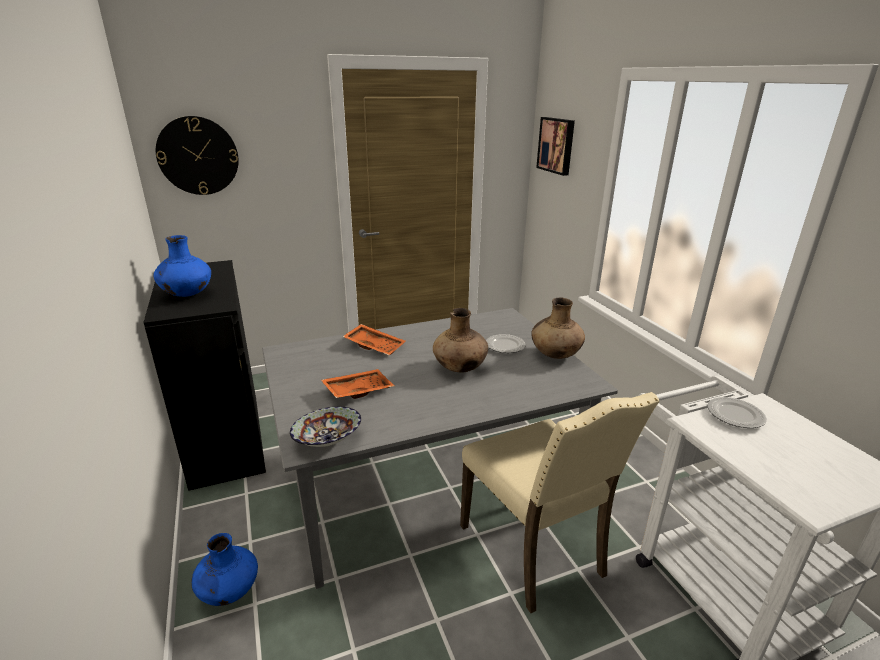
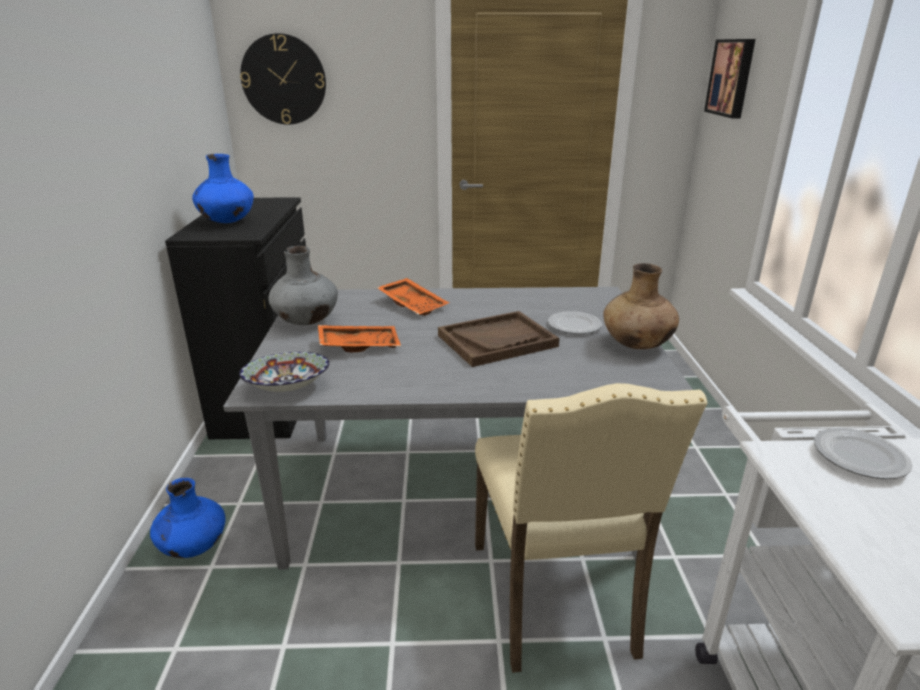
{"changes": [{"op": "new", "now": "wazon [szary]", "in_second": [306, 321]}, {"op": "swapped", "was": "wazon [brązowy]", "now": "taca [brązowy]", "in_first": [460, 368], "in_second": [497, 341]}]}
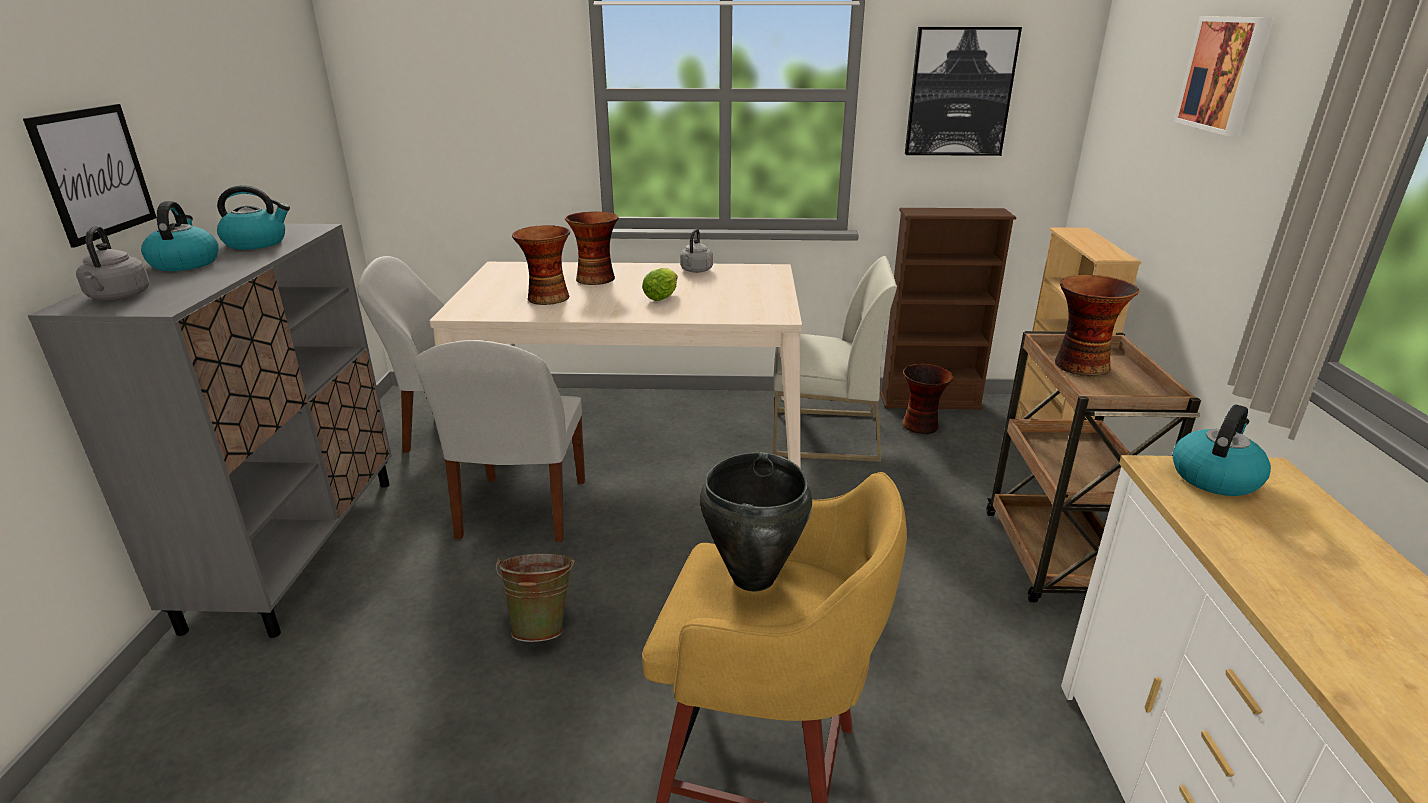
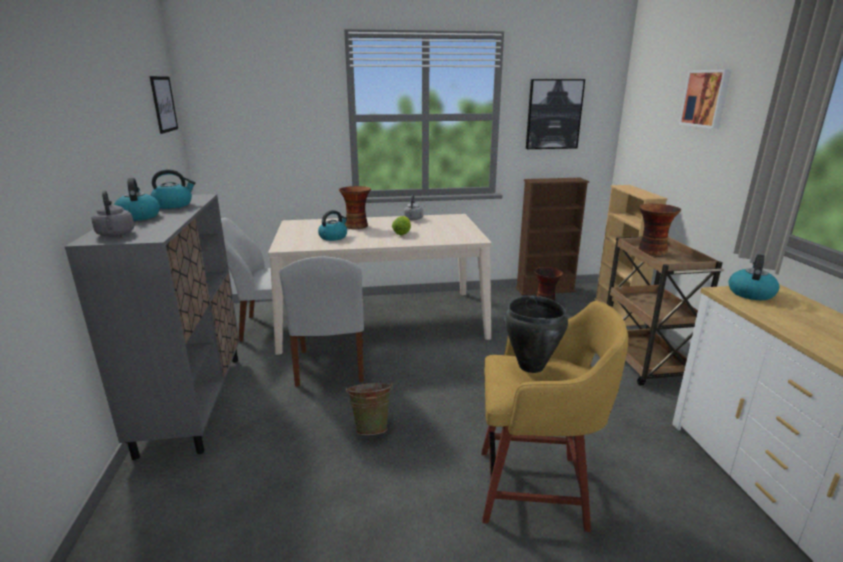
{"changes": [{"op": "gone", "was": "krzesło [biały]", "in_first": [824, 435]}, {"op": "shifted", "was": "obraz", "in_first": [94, 173], "in_second": [163, 104]}, {"op": "swapped", "was": "wazon", "now": "czajnik", "in_first": [547, 298], "in_second": [333, 237]}]}
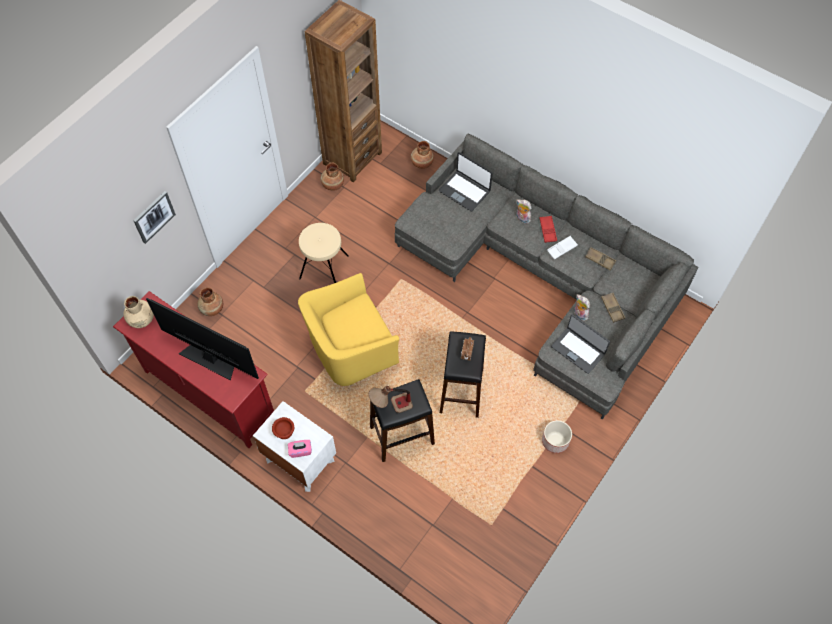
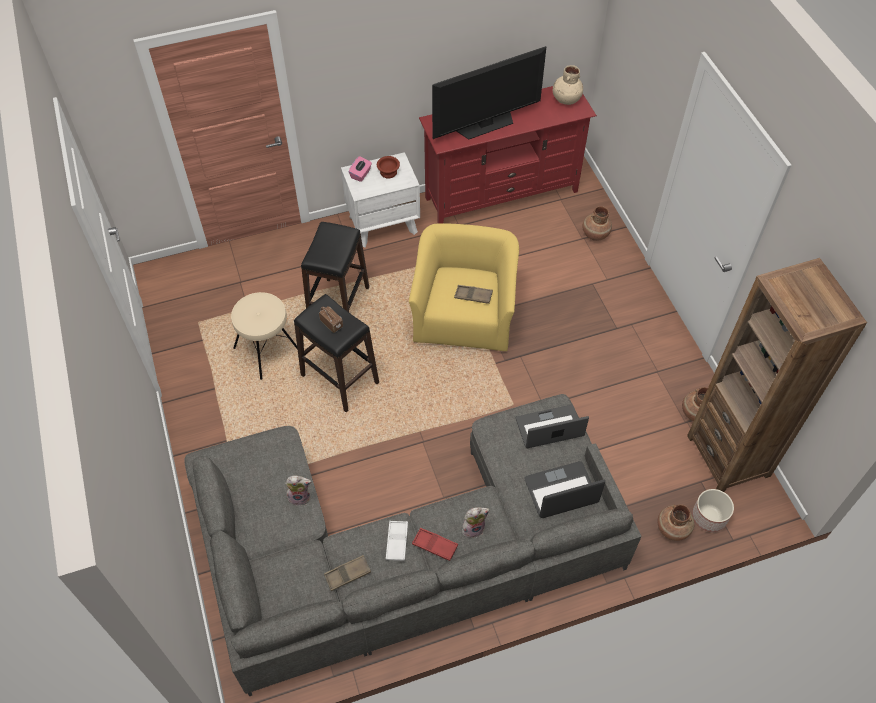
{"changes": [{"op": "gone", "was": "obraz", "in_first": [153, 216]}, {"op": "gone", "was": "lampa stołowa", "in_first": [391, 407]}, {"op": "shifted", "was": "stołek [beżowy]", "in_first": [323, 267], "in_second": [268, 350]}, {"op": "shifted", "was": "donica", "in_first": [555, 440], "in_second": [709, 517]}, {"op": "shifted", "was": "laptop", "in_first": [578, 350], "in_second": [549, 428]}, {"op": "shifted", "was": "taca [brązowy]", "in_first": [612, 308], "in_second": [473, 296]}]}
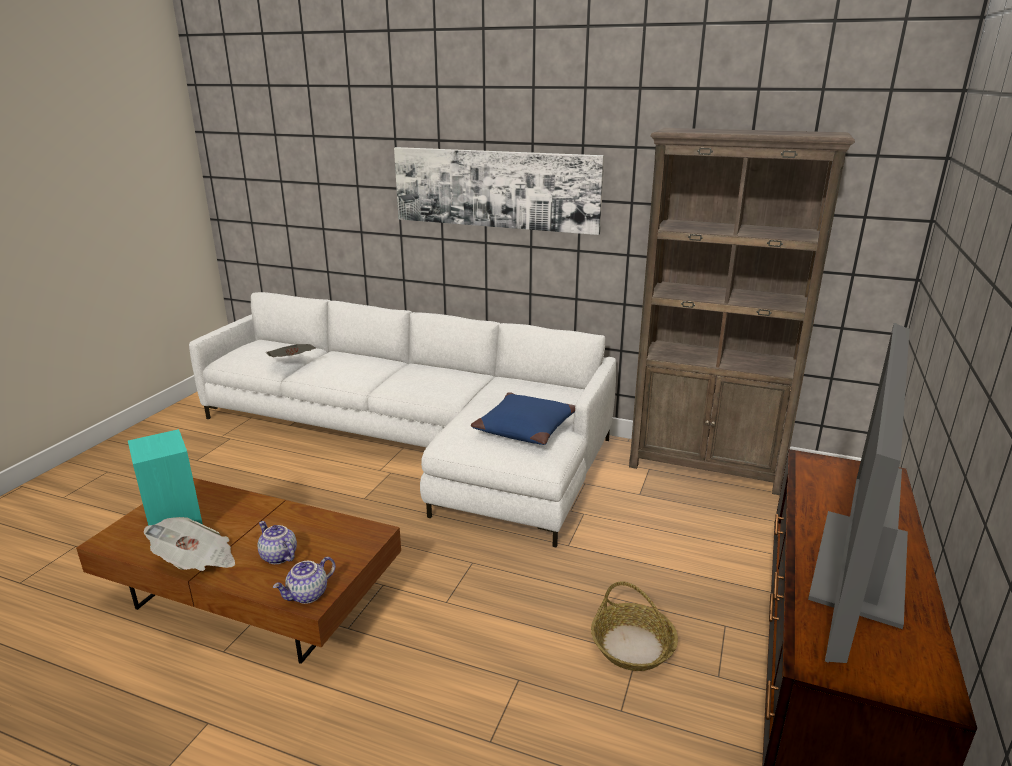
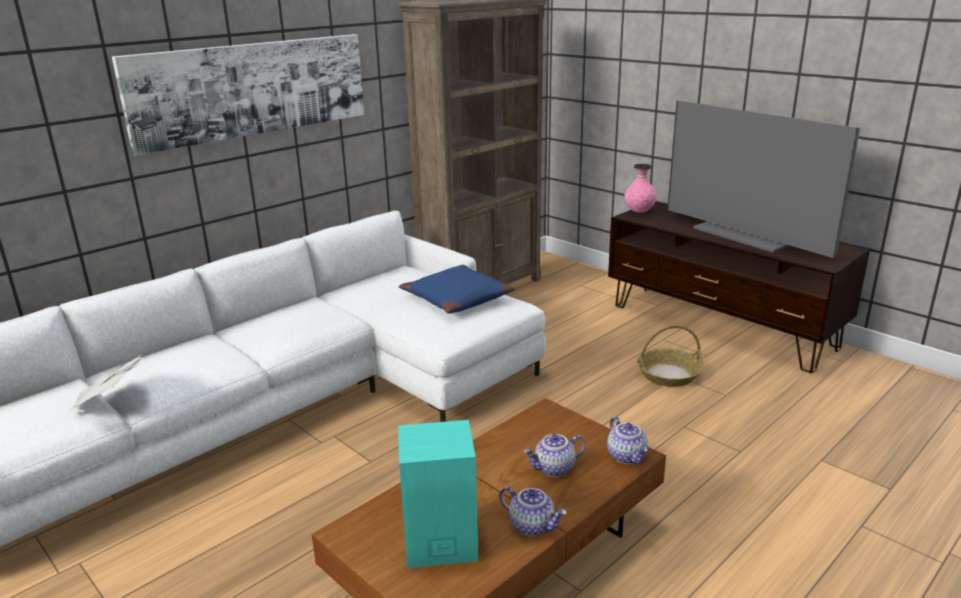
{"changes": [{"op": "new", "now": "wazon [różowy]", "in_second": [639, 212]}, {"op": "swapped", "was": "gazeta", "now": "imbryk", "in_first": [196, 562], "in_second": [532, 525]}]}
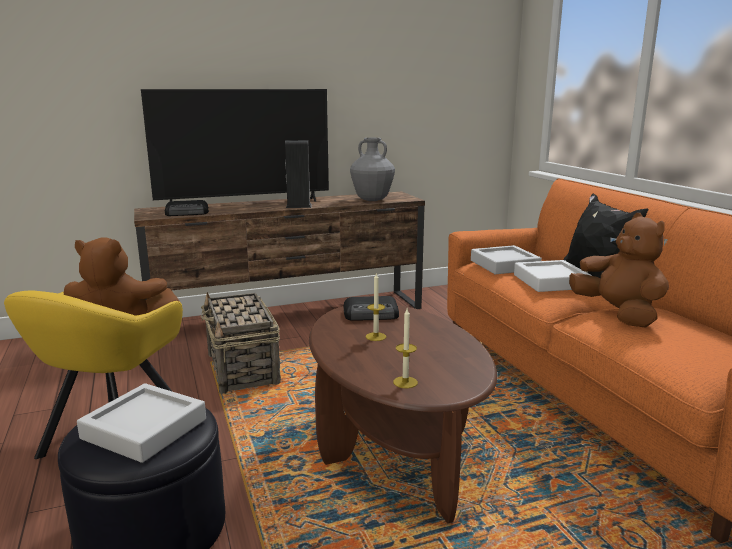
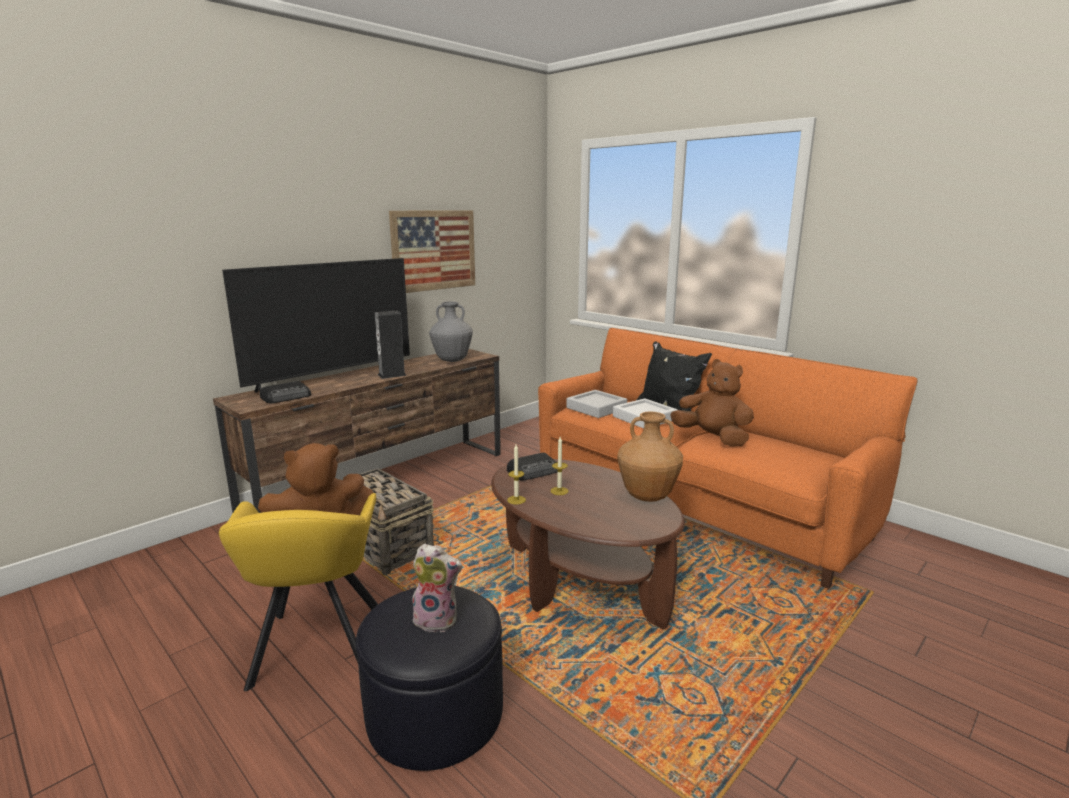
{"changes": [{"op": "new", "now": "obraz", "in_second": [434, 250]}, {"op": "new", "now": "wazon [brązowy]", "in_second": [648, 497]}, {"op": "shifted", "was": "świeca", "in_first": [405, 382], "in_second": [516, 500]}, {"op": "swapped", "was": "taca [szary]", "now": "pluszak", "in_first": [144, 429], "in_second": [437, 619]}]}
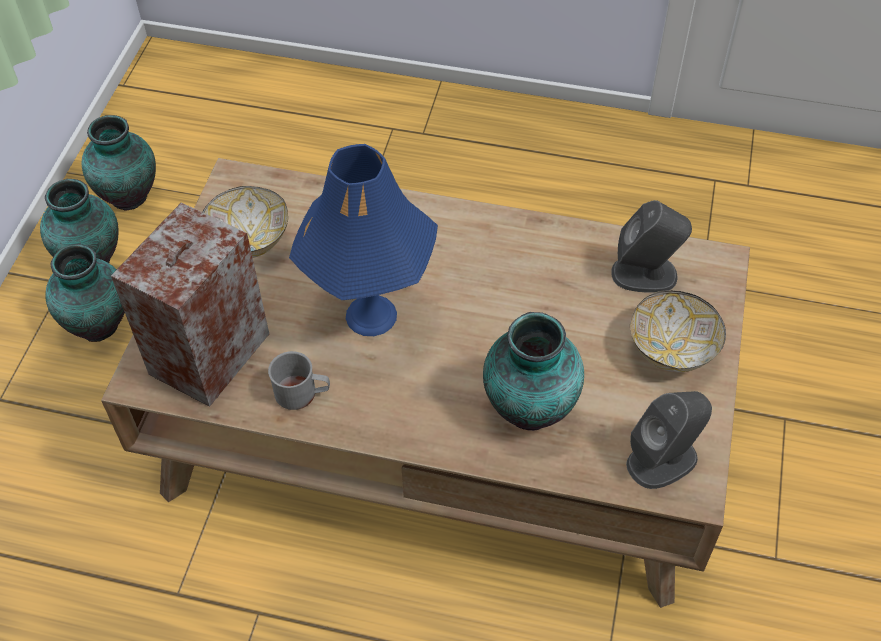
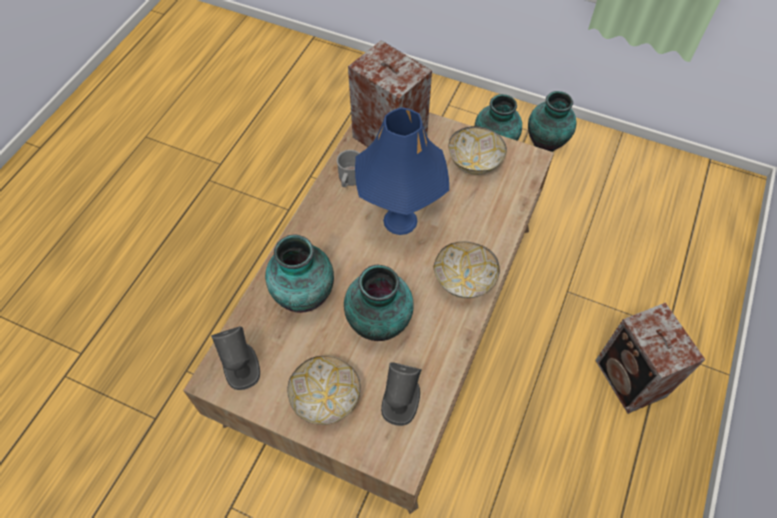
{"changes": [{"op": "new", "now": "miska", "in_second": [465, 281]}, {"op": "new", "now": "głośnik", "in_second": [631, 380]}, {"op": "shifted", "was": "wazon", "in_first": [130, 194], "in_second": [380, 324]}]}
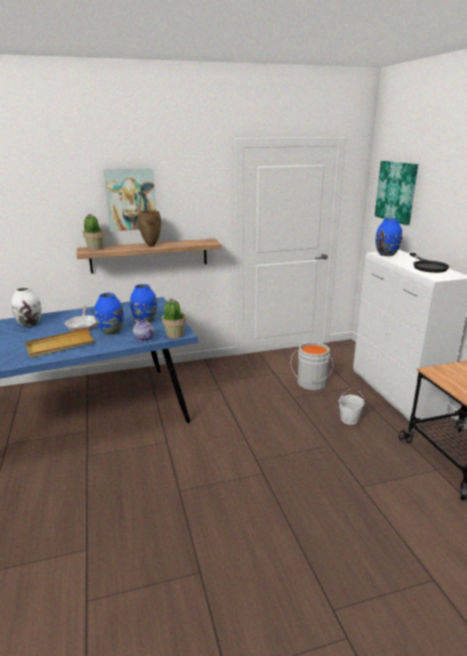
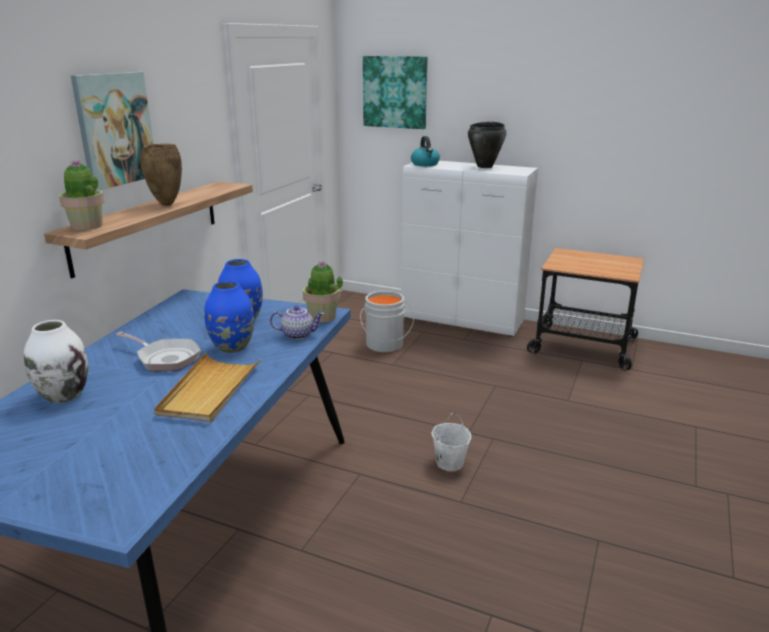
{"changes": [{"op": "shifted", "was": "wiadro [biały]", "in_first": [349, 419], "in_second": [449, 462]}, {"op": "swapped", "was": "wazon [niebieski]", "now": "czajnik", "in_first": [386, 254], "in_second": [425, 164]}, {"op": "swapped", "was": "patelnia [czarny]", "now": "garnek [czarny]", "in_first": [427, 266], "in_second": [485, 166]}]}
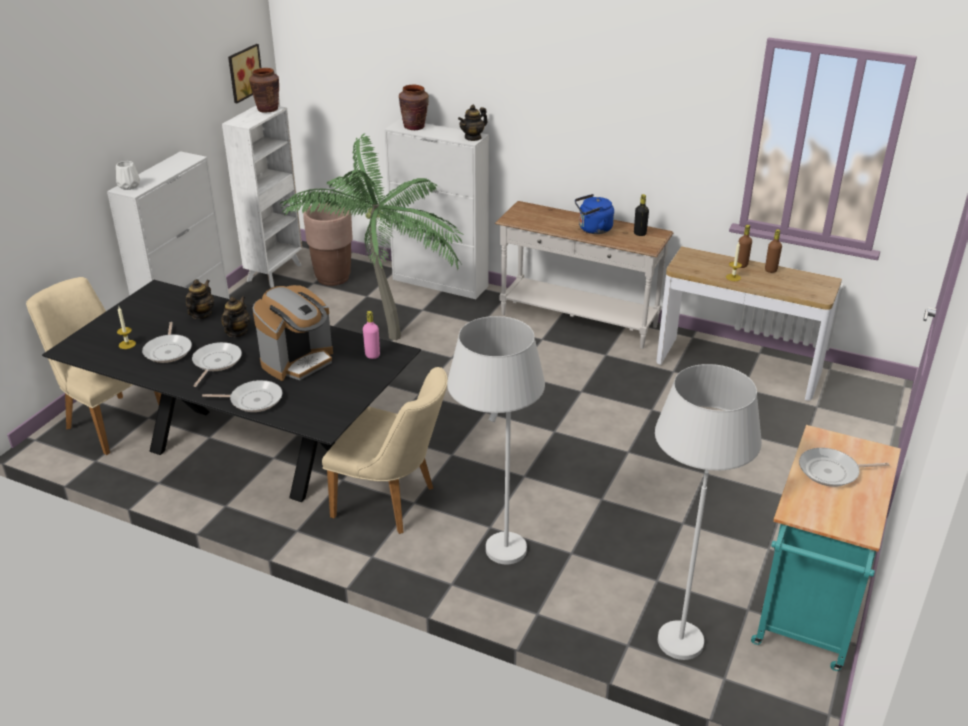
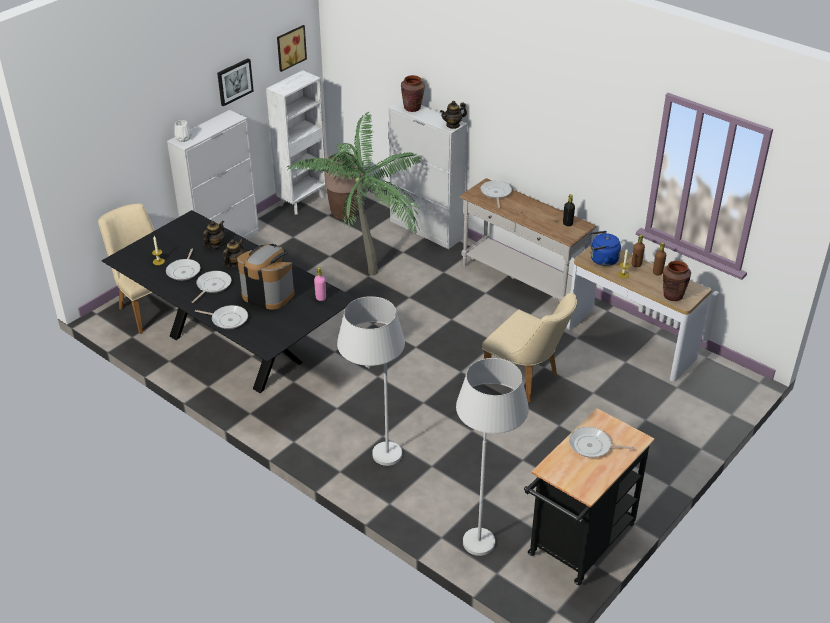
{"changes": [{"op": "new", "now": "obraz", "in_second": [234, 81]}, {"op": "new", "now": "patelnia", "in_second": [495, 193]}, {"op": "shifted", "was": "wazon [brązowy]", "in_first": [267, 109], "in_second": [672, 295]}, {"op": "shifted", "was": "krzesło [beżowy]", "in_first": [393, 503], "in_second": [526, 380]}, {"op": "shifted", "was": "czajnik [niebieski]", "in_first": [593, 229], "in_second": [602, 260]}, {"op": "repainted", "was": "wózek [turkusowy]", "now": "wózek [czarny]", "in_first": [807, 617], "in_second": [578, 545]}, {"op": "rotated", "was": "ekspres do kawy", "in_first": [298, 361], "in_second": [268, 294], "clockwise": -120}]}
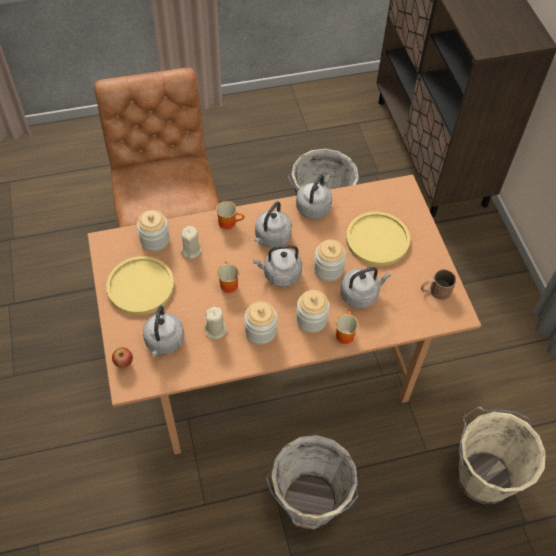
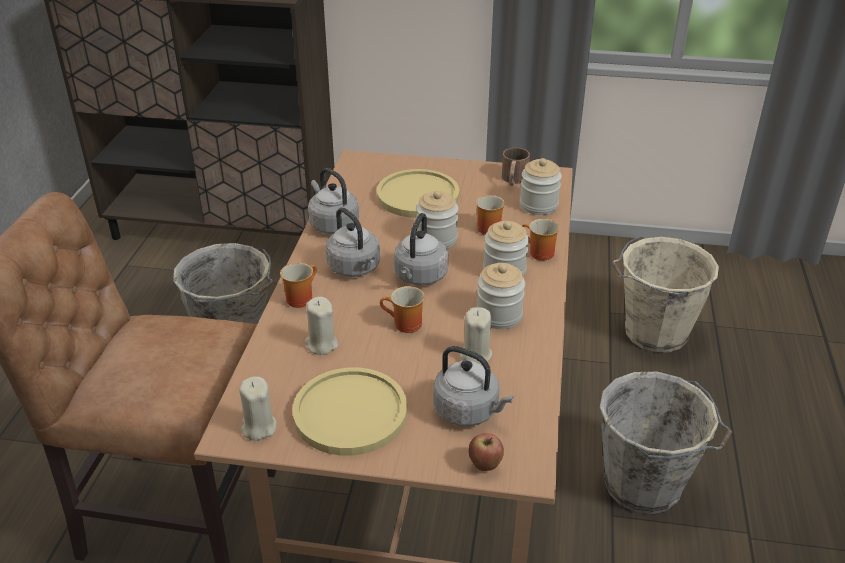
{"changes": [{"op": "new", "now": "świeca [beżowy]", "in_second": [258, 427]}, {"op": "shifted", "was": "słoik", "in_first": [155, 240], "in_second": [538, 205]}, {"op": "swapped", "was": "czajnik [szary]", "now": "kubek", "in_first": [361, 294], "in_second": [488, 227]}]}
